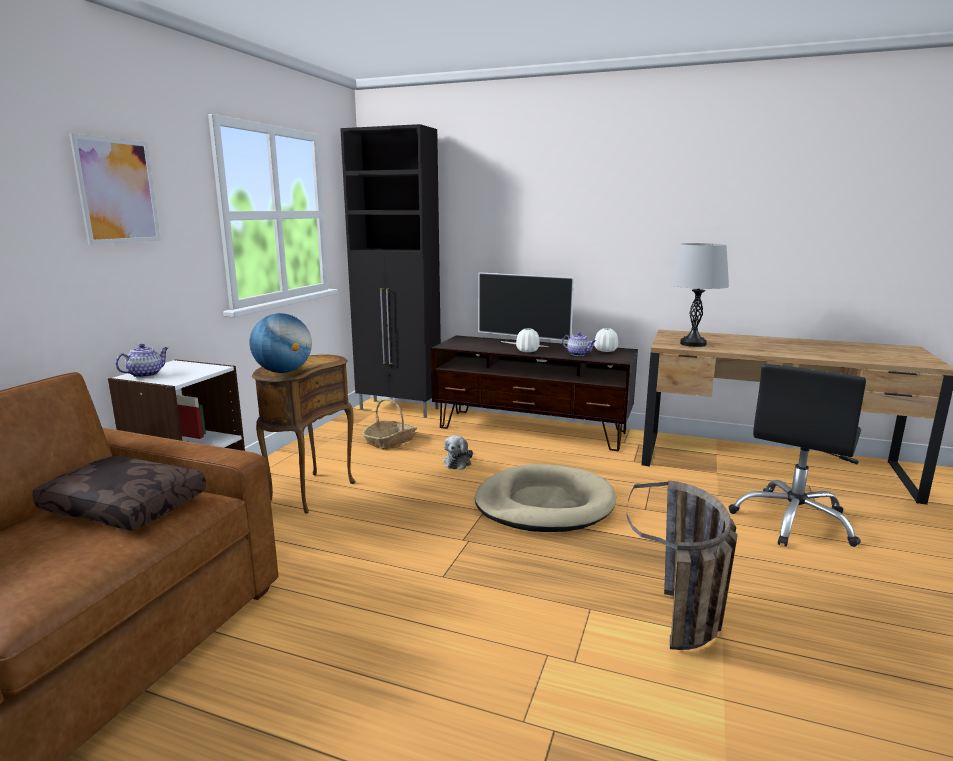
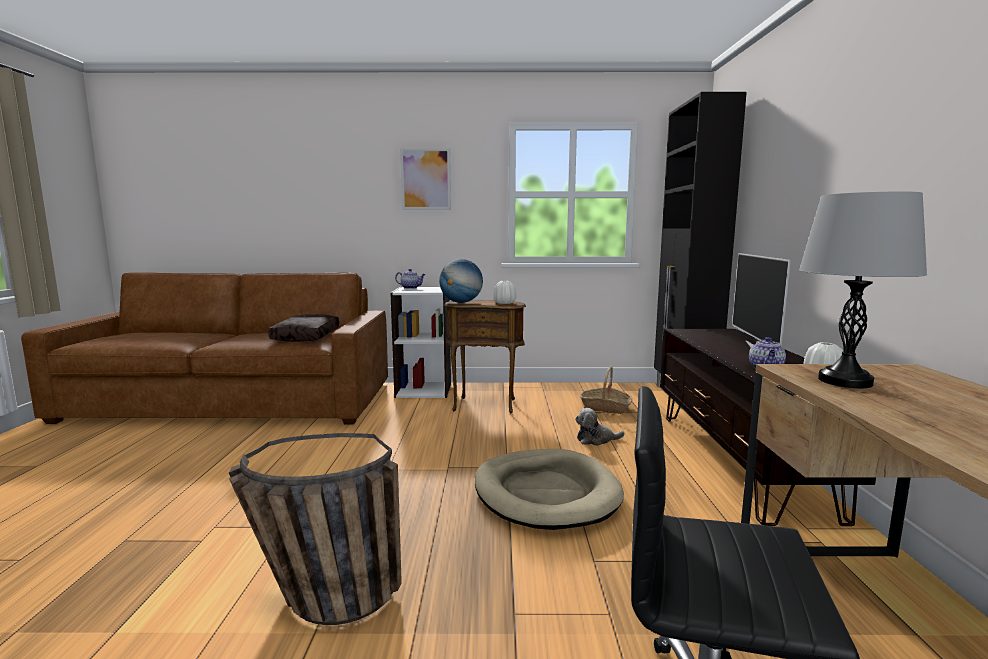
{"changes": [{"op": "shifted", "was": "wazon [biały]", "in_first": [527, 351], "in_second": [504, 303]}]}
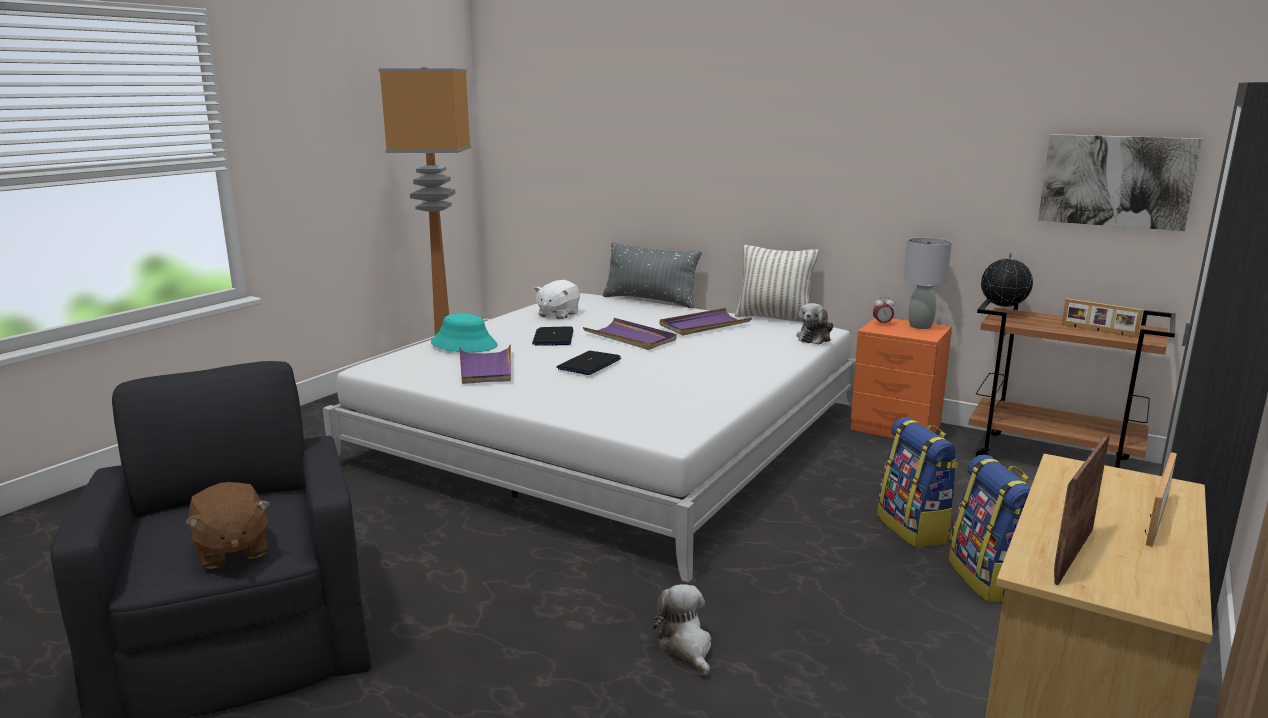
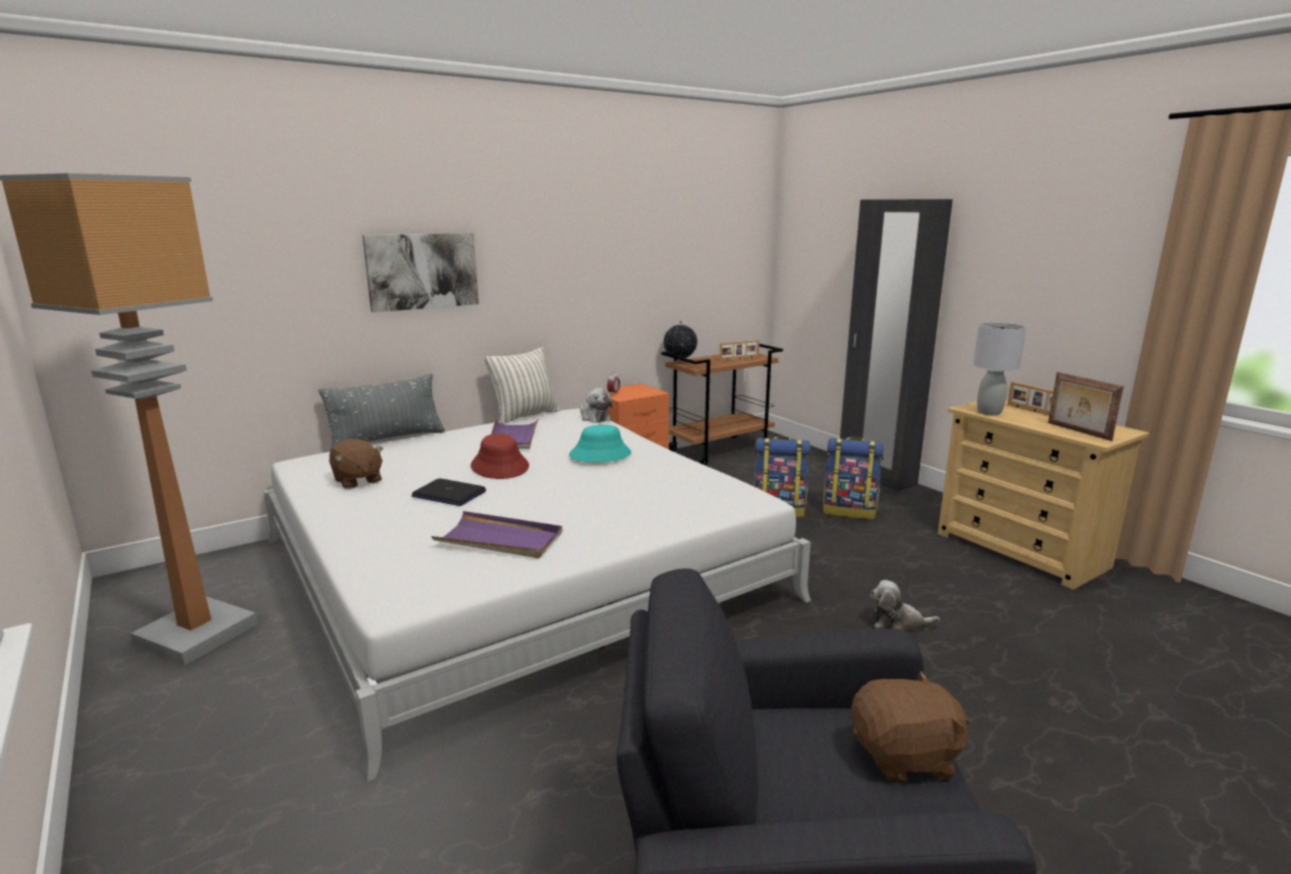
{"changes": [{"op": "gone", "was": "laptop", "in_first": [589, 364]}, {"op": "shifted", "was": "kapelusz [turkusowy]", "in_first": [464, 344], "in_second": [600, 454]}, {"op": "shifted", "was": "lampa stołowa [szary]", "in_first": [920, 326], "in_second": [989, 413]}, {"op": "shifted", "was": "obraz", "in_first": [1116, 181], "in_second": [422, 271]}, {"op": "swapped", "was": "taca [fioletowy]", "now": "kapelusz [czerwony]", "in_first": [630, 337], "in_second": [500, 466]}, {"op": "repainted", "was": "pluszak [biały]", "now": "pluszak [brązowy]", "in_first": [558, 314], "in_second": [357, 480]}]}
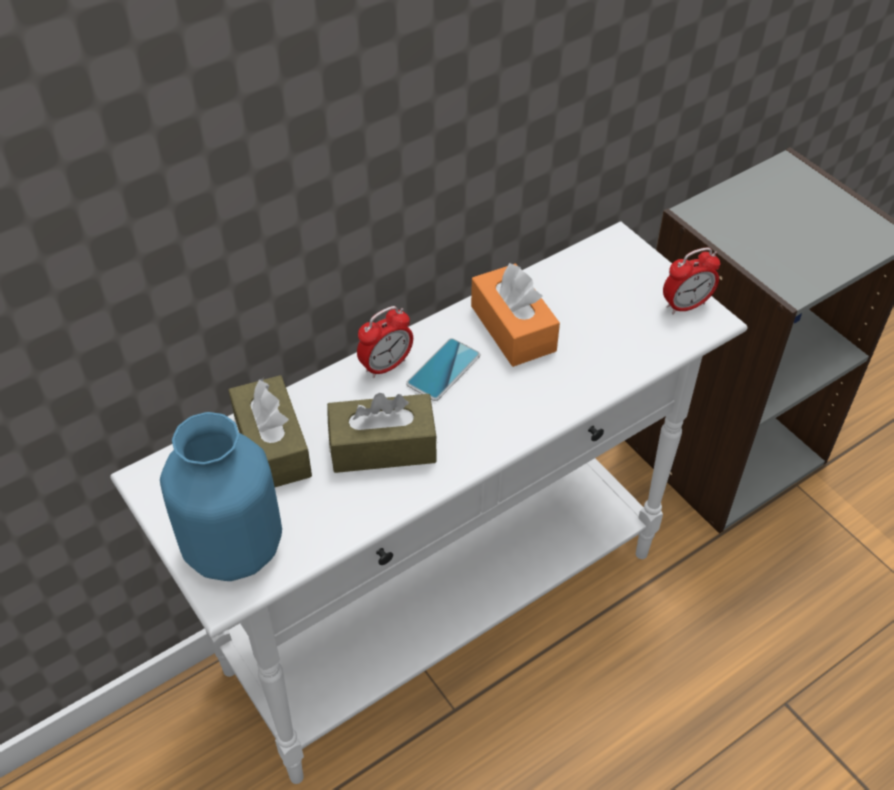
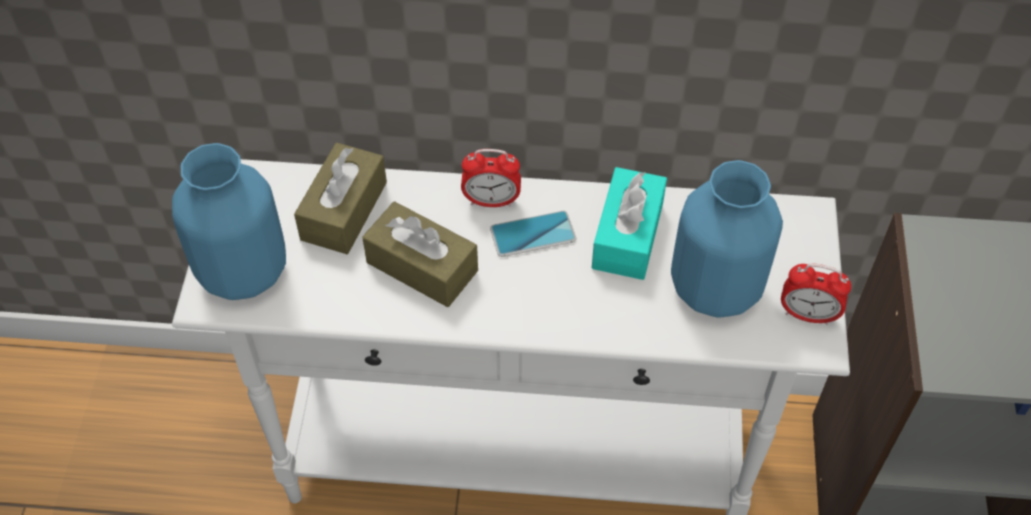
{"changes": [{"op": "new", "now": "wazon [niebieski]", "in_second": [714, 287]}, {"op": "repainted", "was": "pudełko chusteczek [pomarańczowy]", "now": "pudełko chusteczek [turkusowy]", "in_first": [513, 328], "in_second": [627, 236]}]}
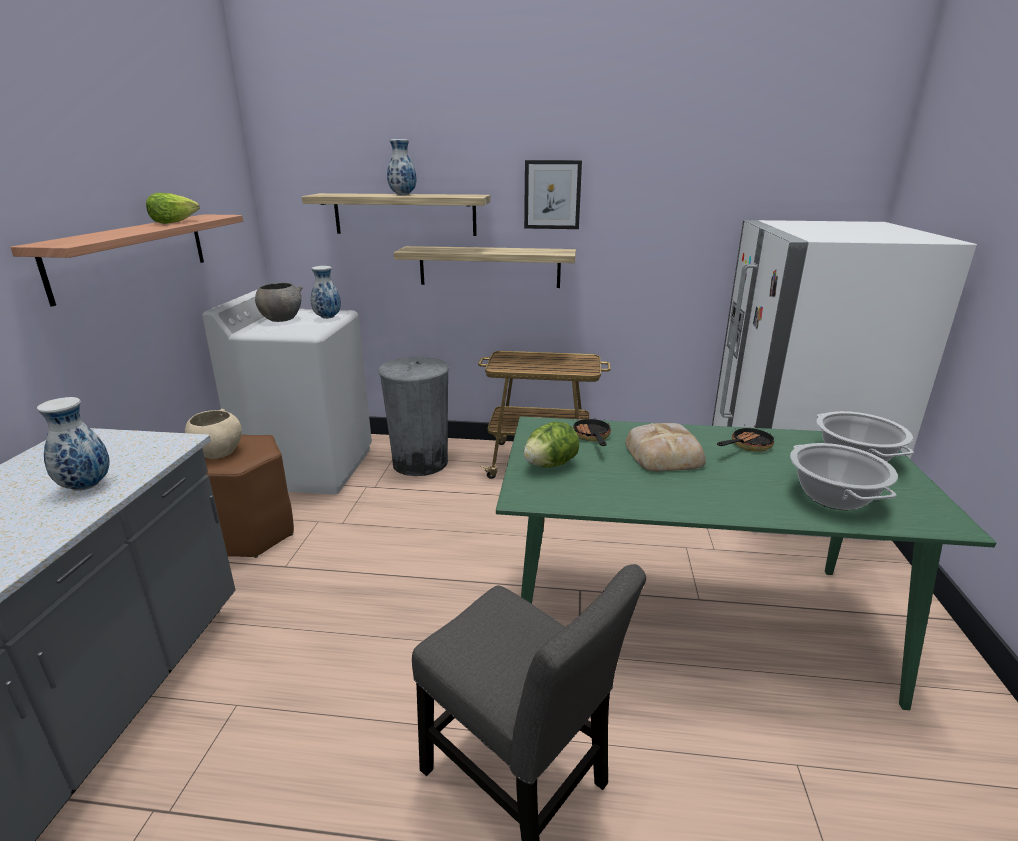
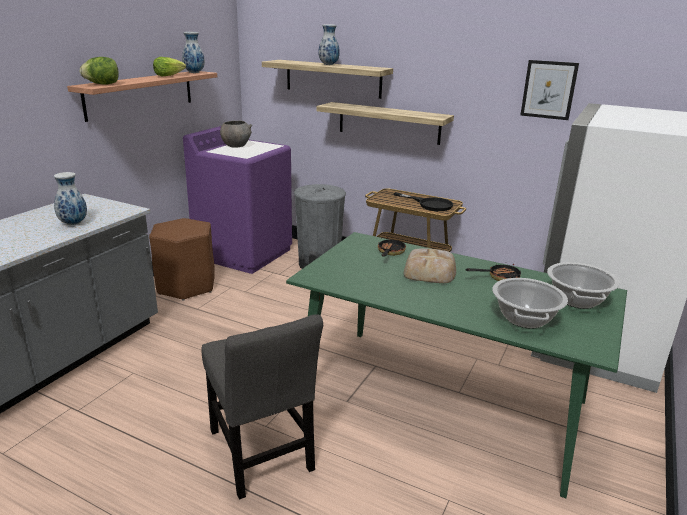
{"changes": [{"op": "gone", "was": "miska [beżowy]", "in_first": [218, 453]}, {"op": "new", "now": "patelnia [czarny]", "in_second": [430, 204]}, {"op": "shifted", "was": "wazon", "in_first": [327, 317], "in_second": [194, 73]}, {"op": "shifted", "was": "sałata", "in_first": [550, 464], "in_second": [102, 84]}, {"op": "shifted", "was": "obraz", "in_first": [552, 195], "in_second": [548, 90]}, {"op": "repainted", "was": "pralka [biały]", "now": "pralka [fioletowy]", "in_first": [309, 467], "in_second": [244, 253]}]}
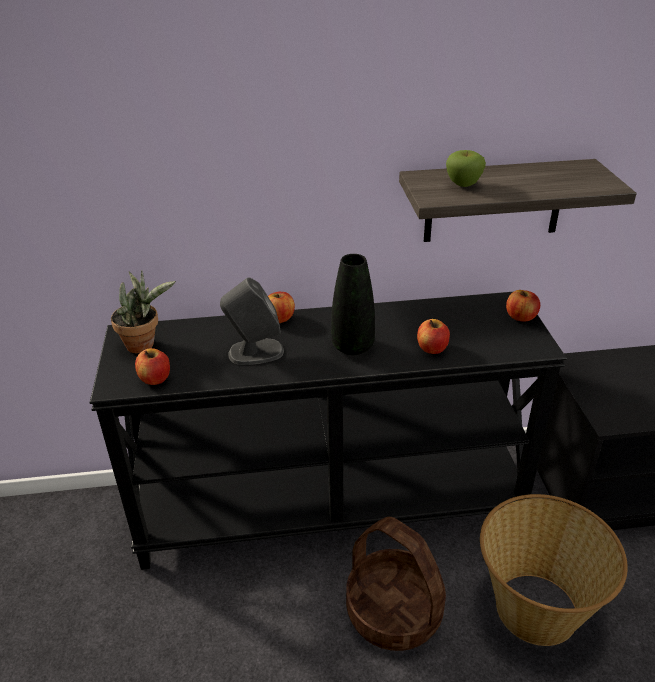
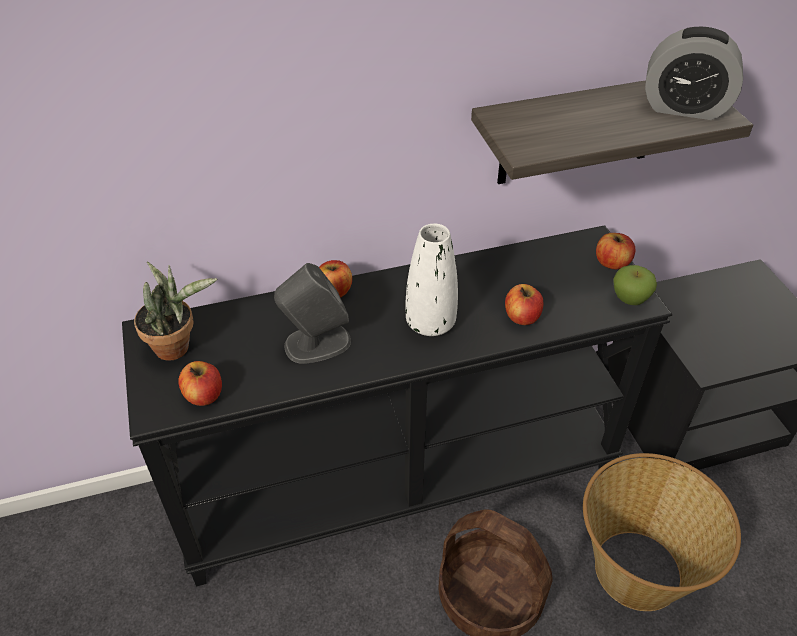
{"changes": [{"op": "new", "now": "budzik", "in_second": [684, 108]}, {"op": "shifted", "was": "jabłko", "in_first": [463, 184], "in_second": [629, 299]}, {"op": "repainted", "was": "wazon [czarny]", "now": "wazon [biały]", "in_first": [353, 346], "in_second": [430, 323]}]}
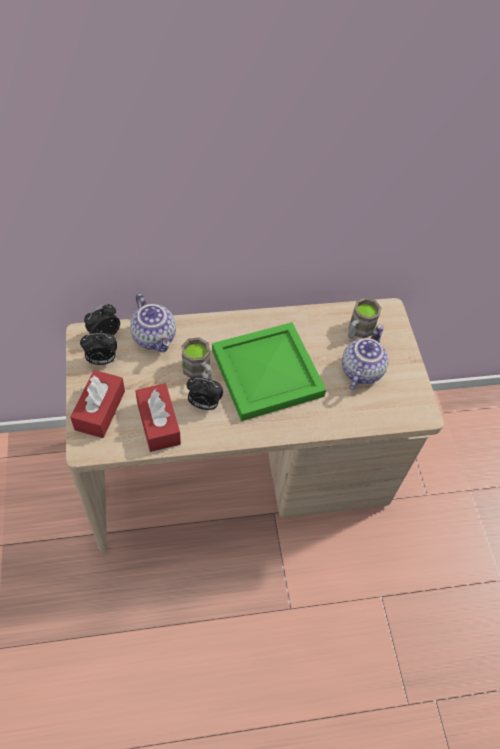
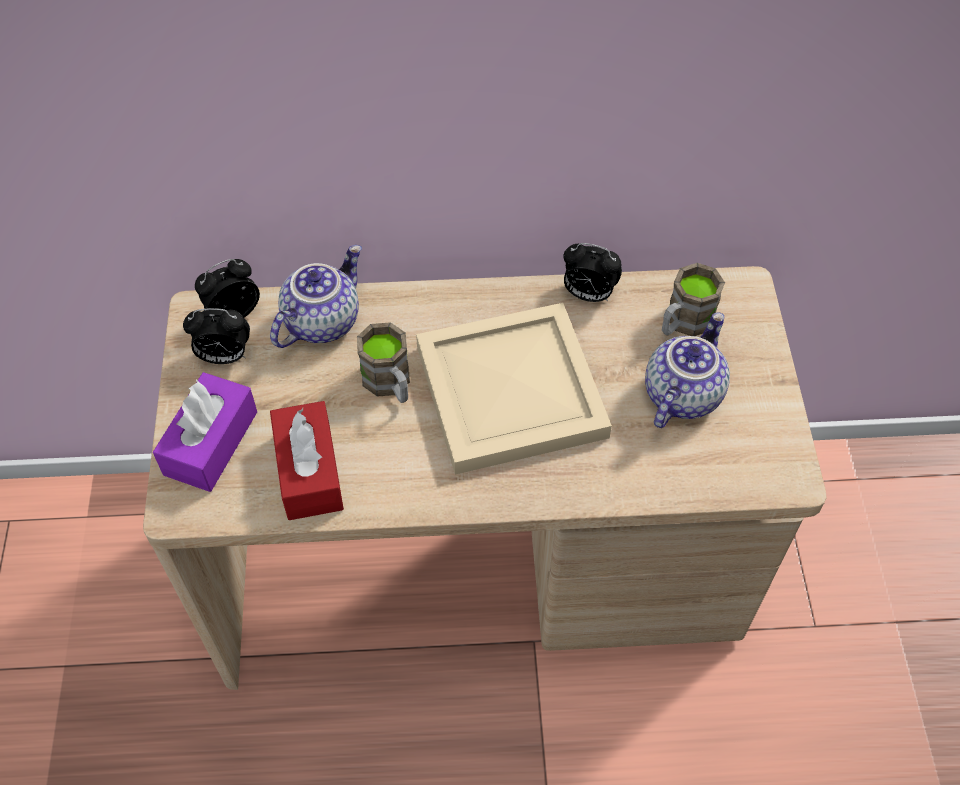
{"changes": [{"op": "shifted", "was": "budzik", "in_first": [204, 404], "in_second": [588, 294]}, {"op": "repainted", "was": "pudełko chusteczek [czerwony]", "now": "pudełko chusteczek [fioletowy]", "in_first": [100, 410], "in_second": [211, 443]}, {"op": "repainted", "was": "taca [zielony]", "now": "taca [beżowy]", "in_first": [265, 372], "in_second": [507, 390]}, {"op": "rotated", "was": "imbryk", "in_first": [155, 337], "in_second": [321, 320], "clockwise": -120}]}
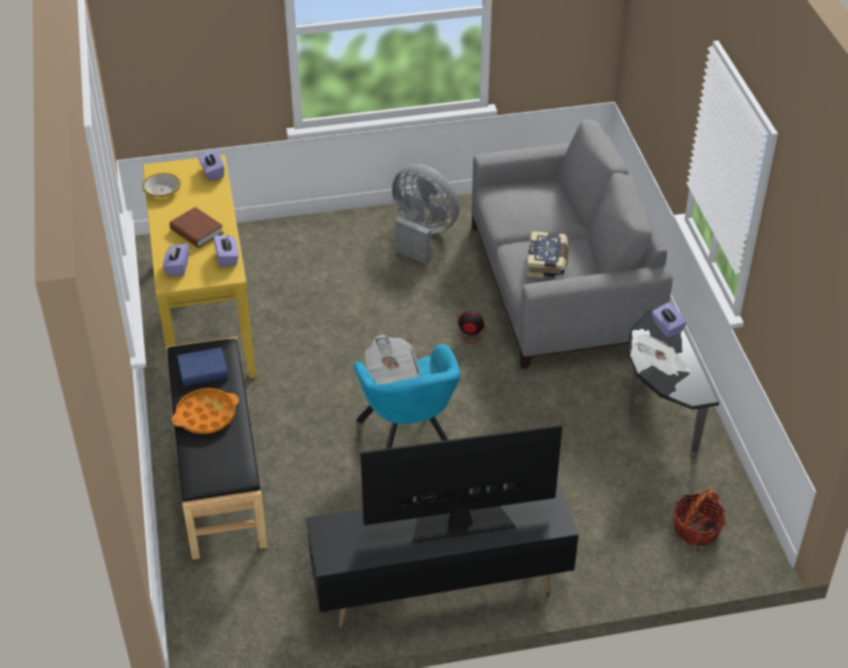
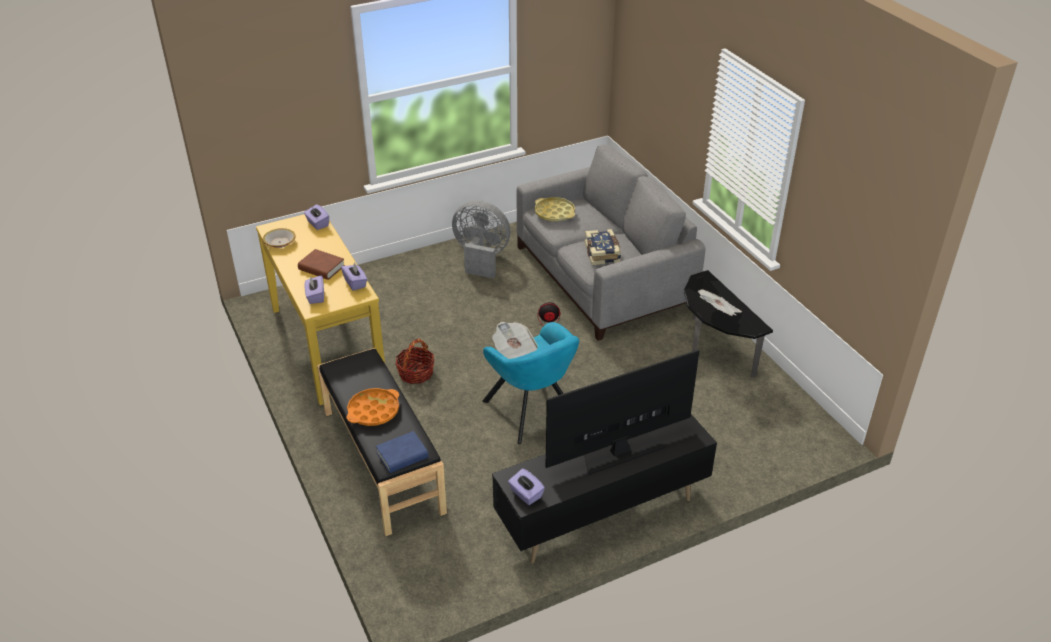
{"changes": [{"op": "new", "now": "taca [żółty]", "in_second": [554, 213]}, {"op": "shifted", "was": "książka [niebieski]", "in_first": [203, 371], "in_second": [402, 455]}, {"op": "shifted", "was": "pudełko chusteczek [fioletowy]", "in_first": [666, 328], "in_second": [526, 494]}, {"op": "shifted", "was": "koszyk", "in_first": [696, 529], "in_second": [416, 373]}]}
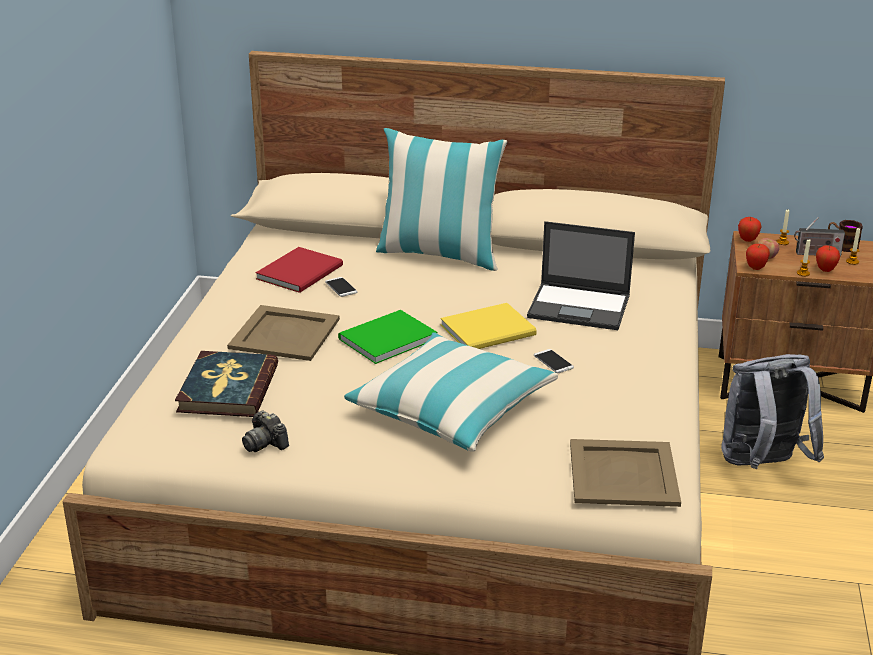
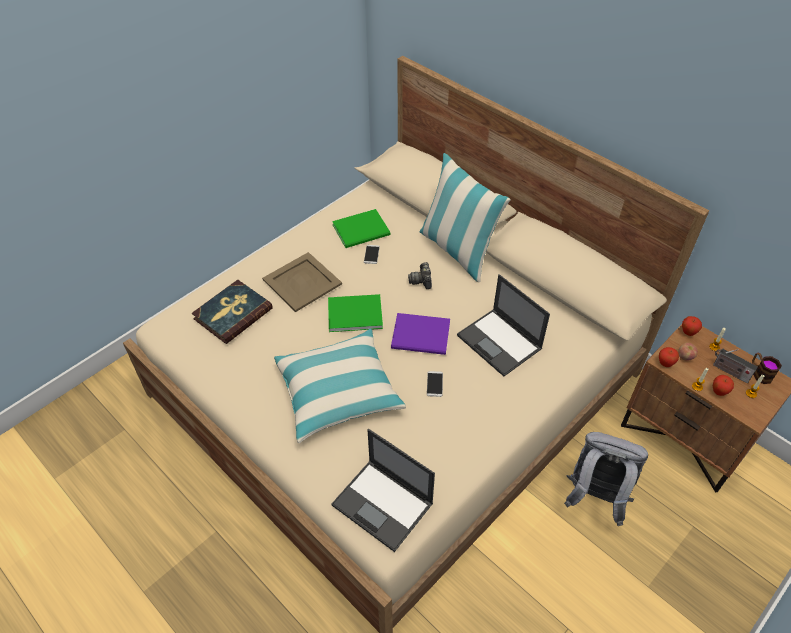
{"changes": [{"op": "shifted", "was": "aparat fotograficzny", "in_first": [265, 443], "in_second": [421, 280]}, {"op": "swapped", "was": "taca [beżowy]", "now": "laptop", "in_first": [624, 473], "in_second": [383, 505]}, {"op": "repainted", "was": "książka [czerwony]", "now": "książka [zielony]", "in_first": [302, 272], "in_second": [363, 230]}, {"op": "repainted", "was": "książka [żółty]", "now": "książka [fioletowy]", "in_first": [491, 330], "in_second": [422, 337]}]}
